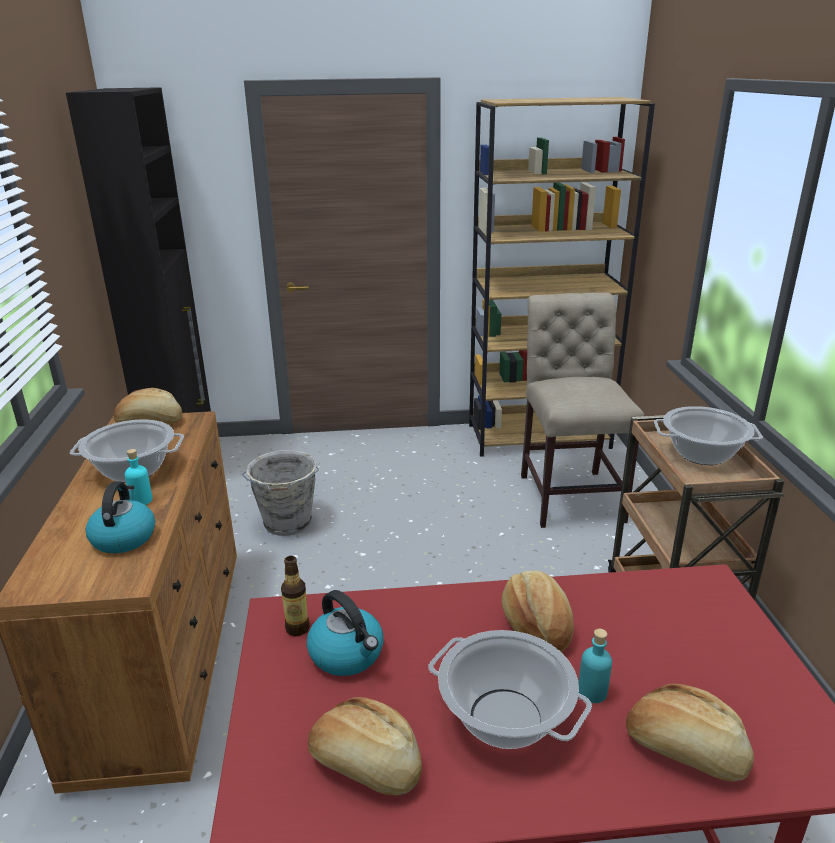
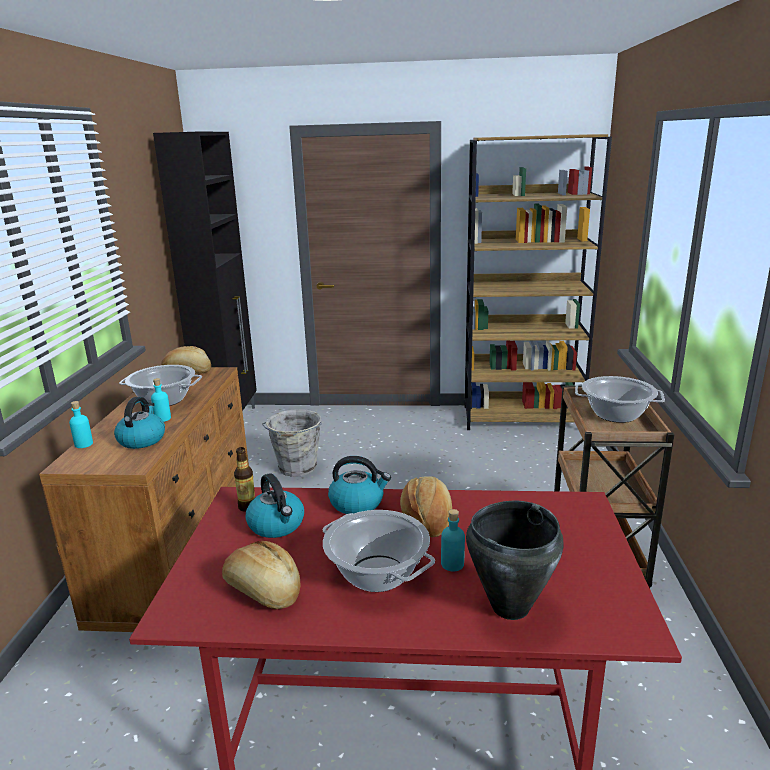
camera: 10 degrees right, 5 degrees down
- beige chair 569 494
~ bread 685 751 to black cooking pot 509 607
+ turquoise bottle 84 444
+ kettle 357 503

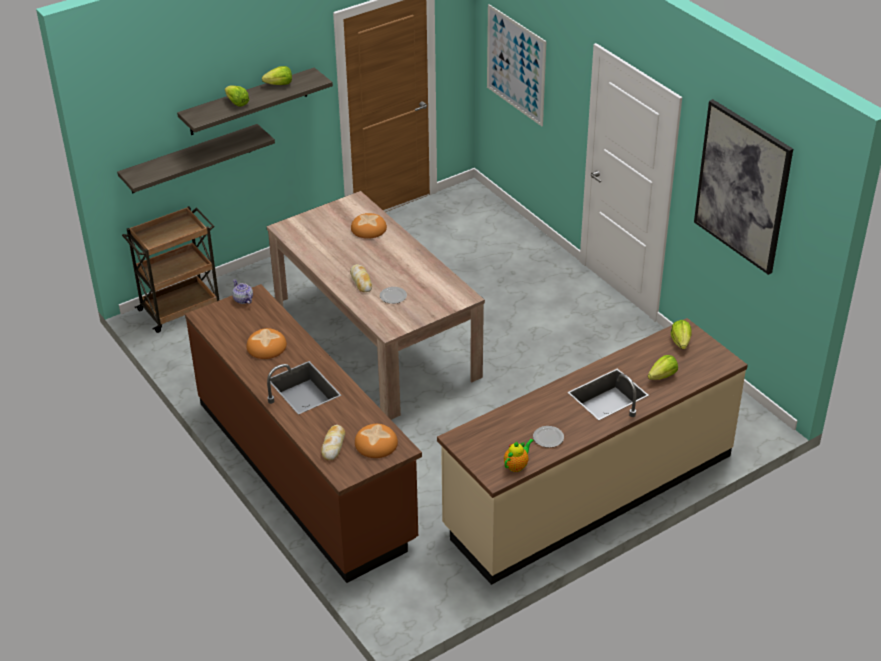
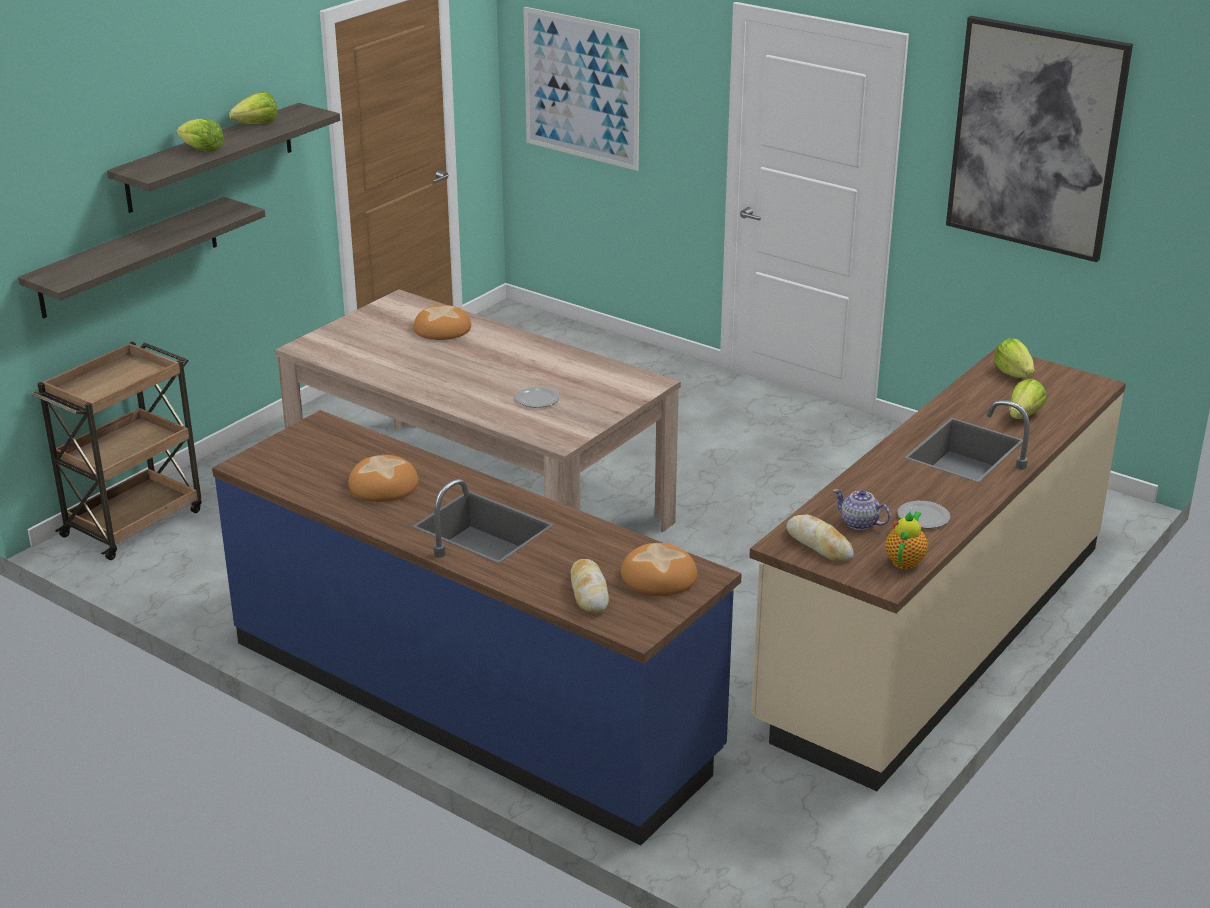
camera: 20 degrees left, 10 degrees down
~ brown counter 305 470 to blue counter 472 698
~ teapot 243 300 to 859 523
~ bread 361 281 to 819 545

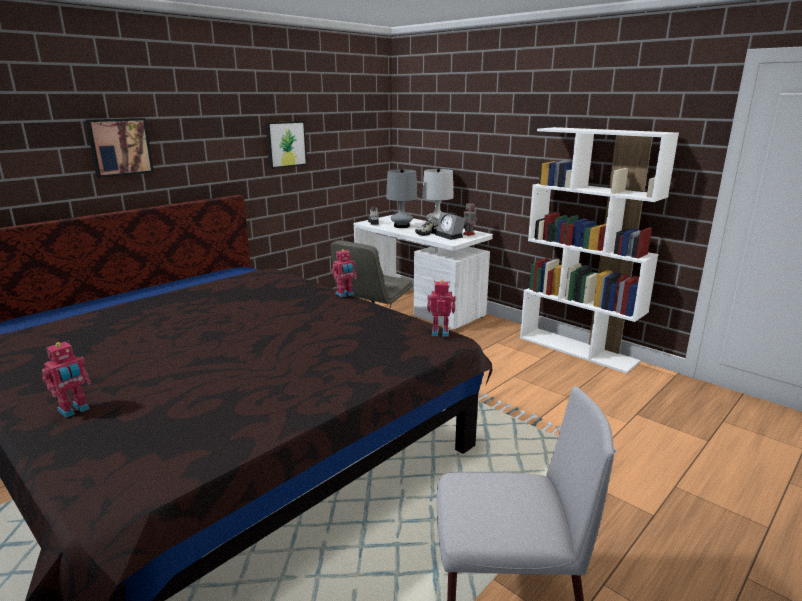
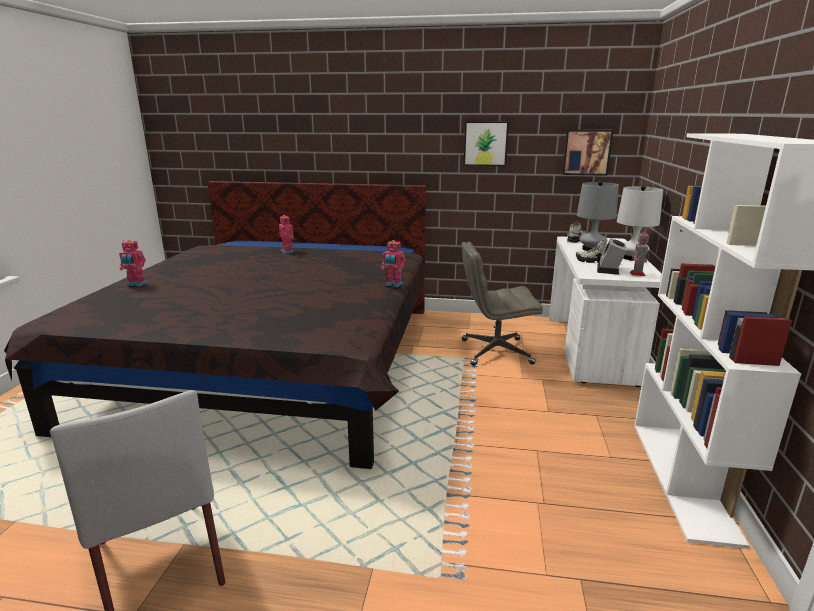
camera: 55 degrees right, 0 degrees up
~ picture 119 147 to 586 152
~ toy robot 440 332 to 288 251

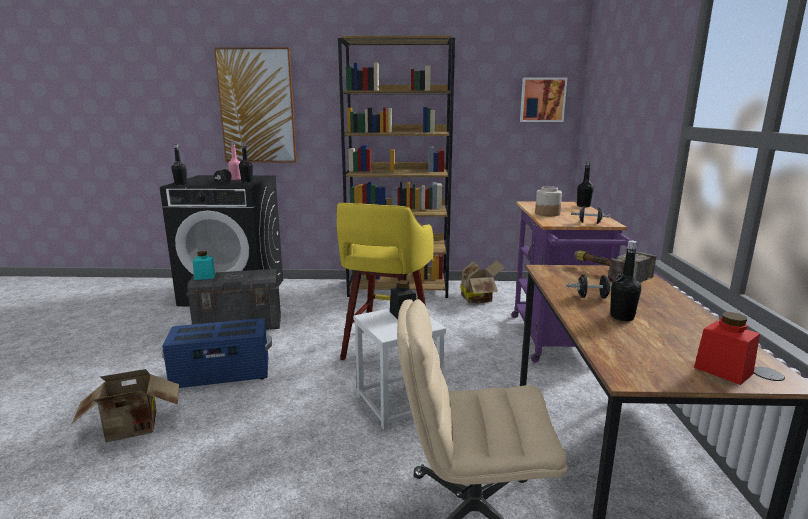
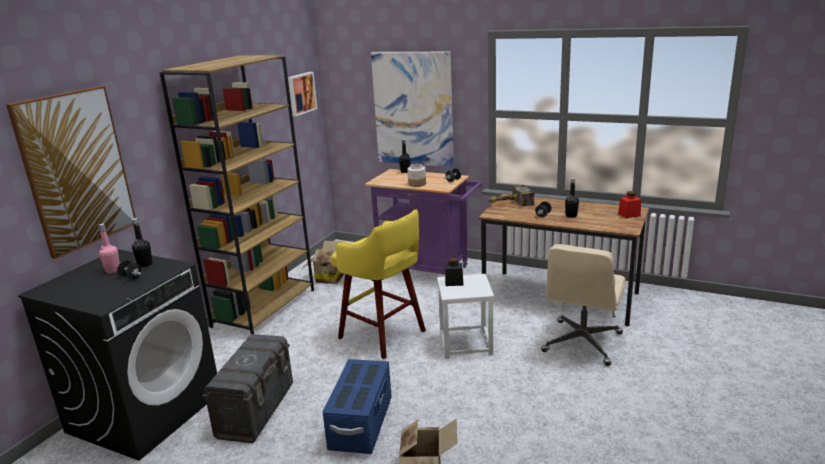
camera: 65 degrees left, 5 degrees up
- black bottle 181 184
- turquoise jar 205 277
+ picture 413 109

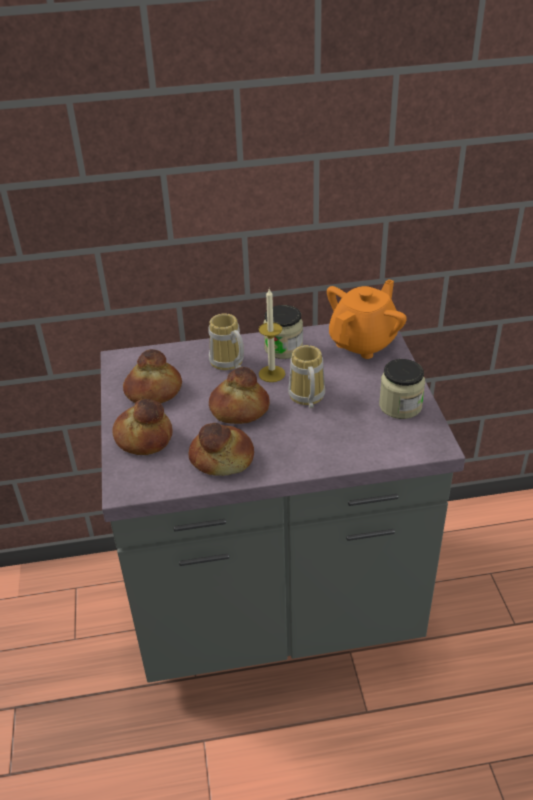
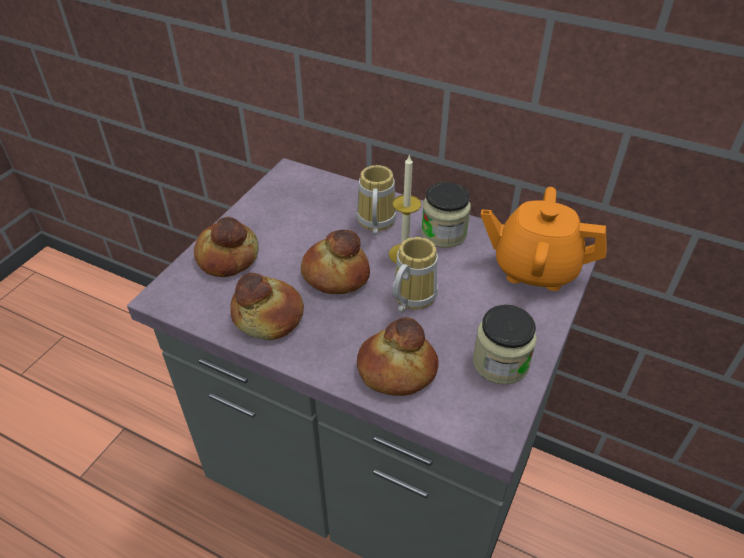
camera: 35 degrees right, 5 degrees up
~ bread 153 392 to 396 370
~ orange teapot 363 342 = 534 268 150 degrees counterclockwise

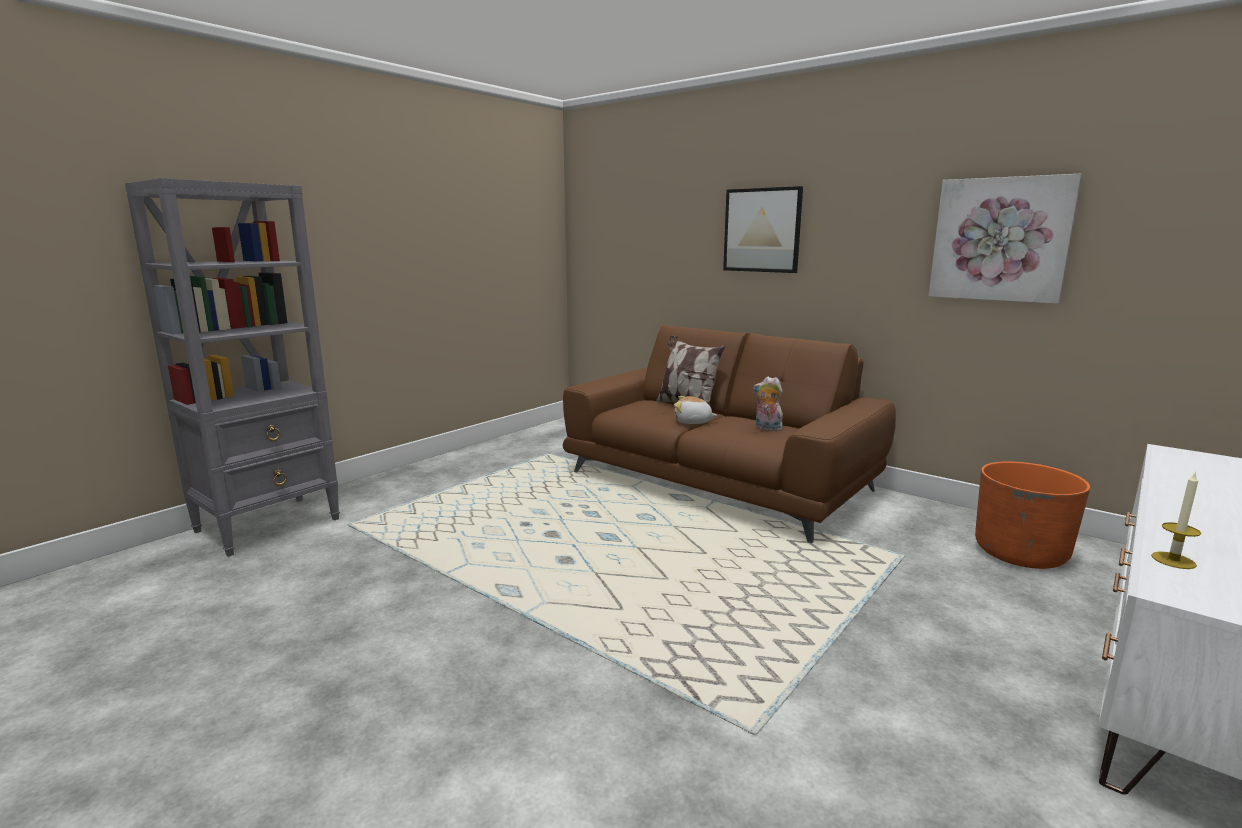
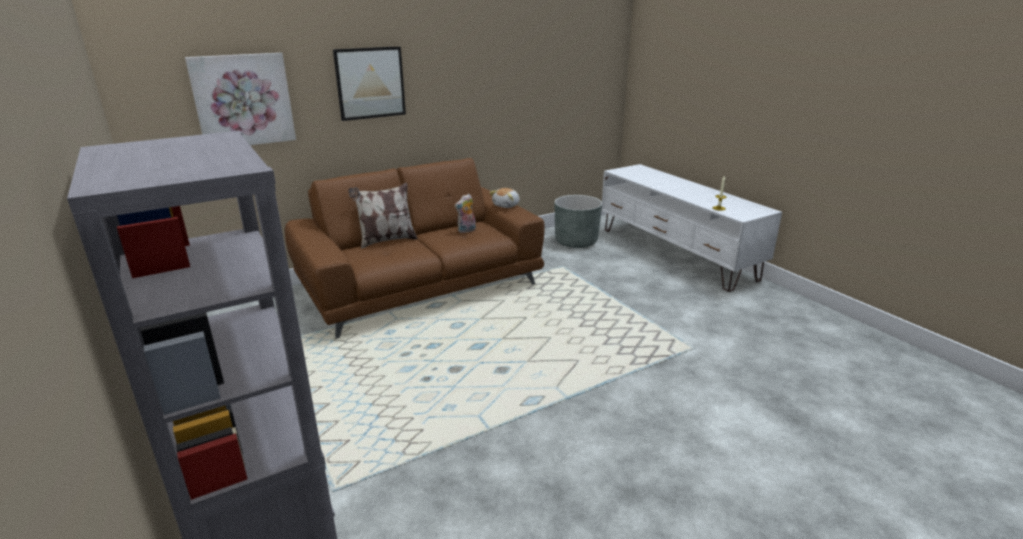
camera: 70 degrees left, 10 degrees up
~ plush toy 692 422 to 507 205
~ picture 1000 239 to 243 100
~ orange planter 1020 553 to grey planter 576 241

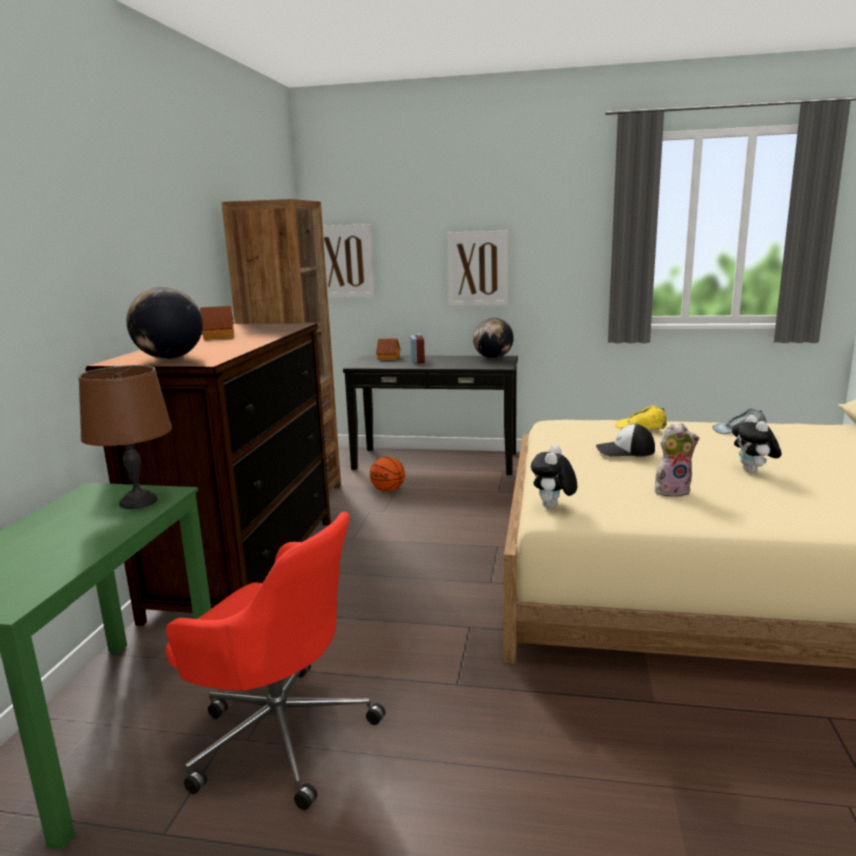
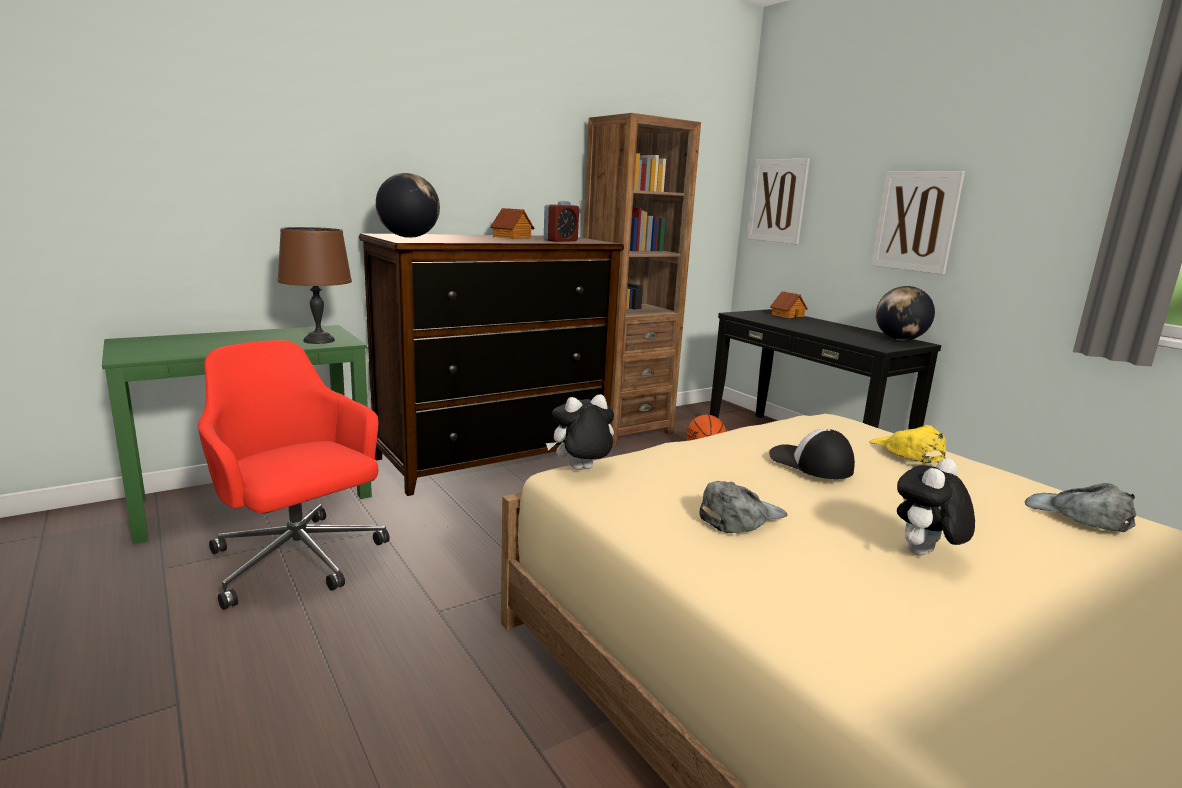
camera: 45 degrees right, 0 degrees up
~ red office chair 279 733 = 298 561 150 degrees clockwise
~ alarm clock 417 361 to 560 240
~ plush toy 672 491 to grey cap 740 516

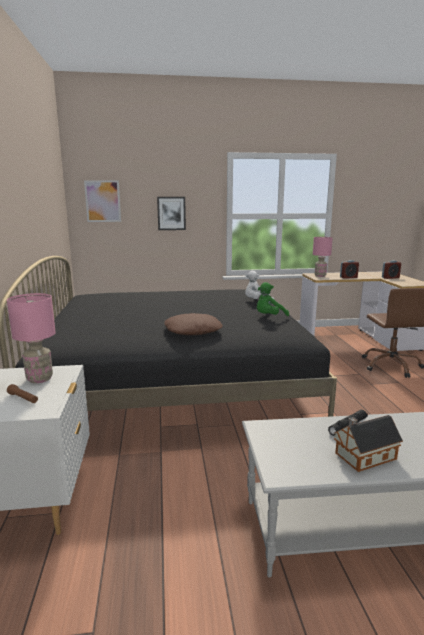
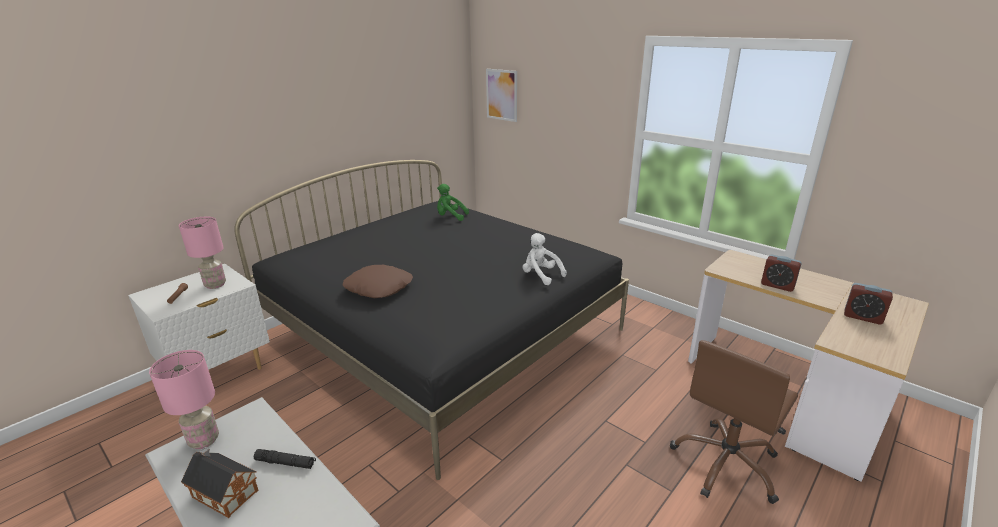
camera: 50 degrees right, 10 degrees up
- picture 171 213
~ green plush toy 269 317 to 450 217
~ pink table lamp 320 276 to 204 440

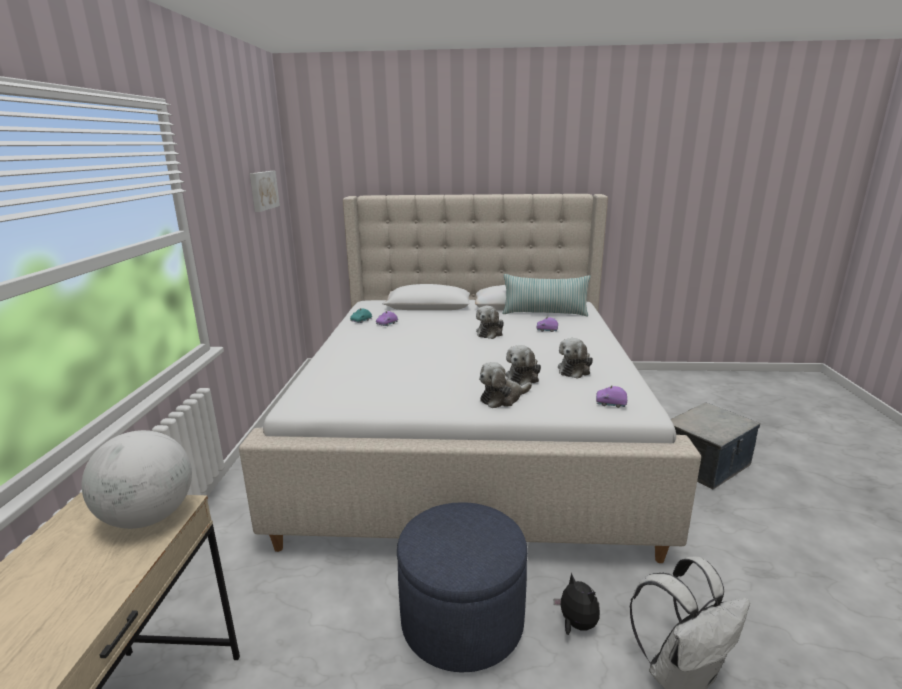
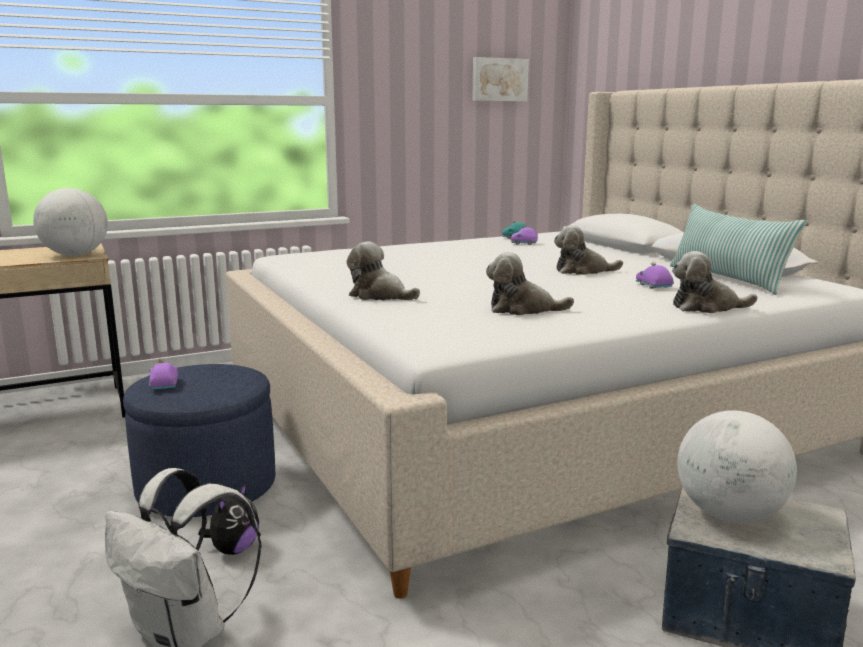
camera: 60 degrees right, 5 degrees down
~ plush toy 523 377 to 706 307
~ purple toy car 611 403 to 164 385
+ globe 729 515

